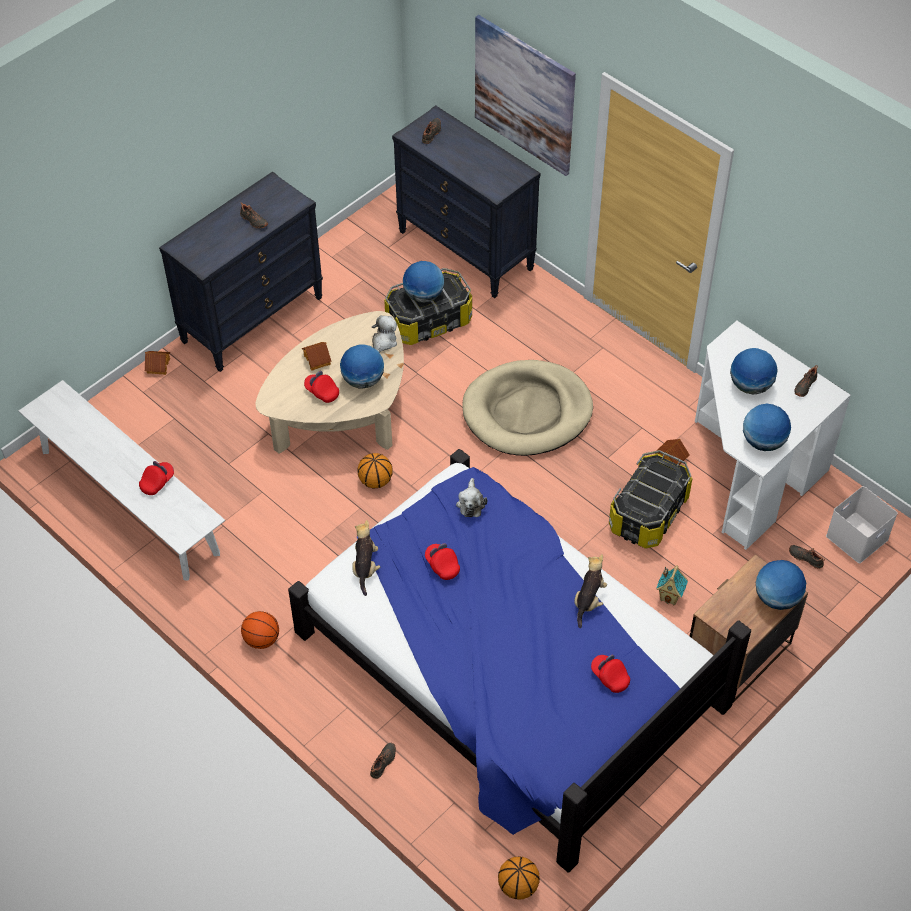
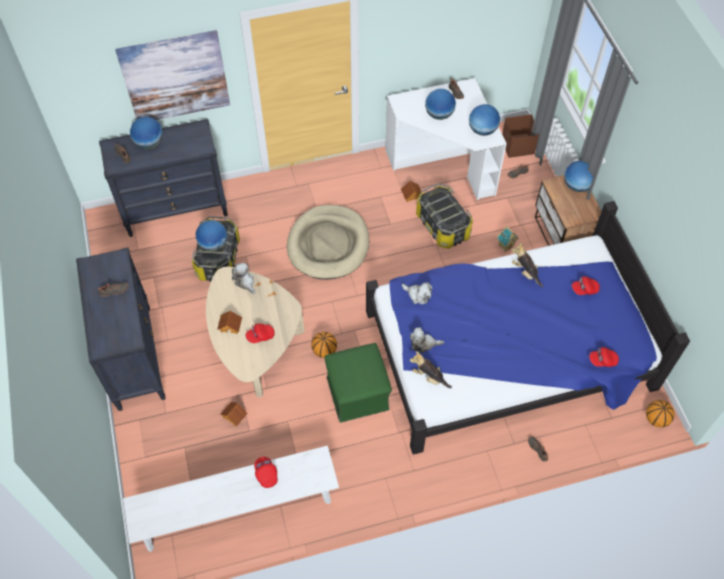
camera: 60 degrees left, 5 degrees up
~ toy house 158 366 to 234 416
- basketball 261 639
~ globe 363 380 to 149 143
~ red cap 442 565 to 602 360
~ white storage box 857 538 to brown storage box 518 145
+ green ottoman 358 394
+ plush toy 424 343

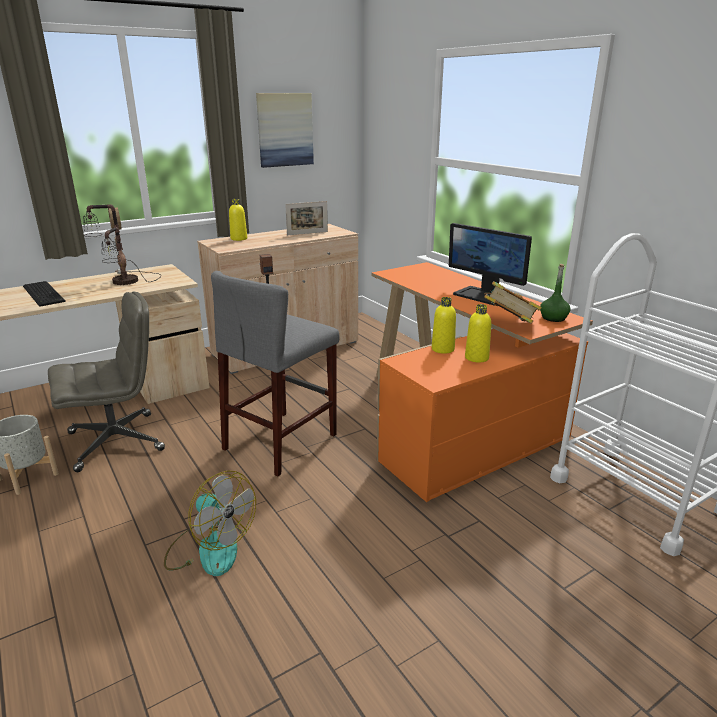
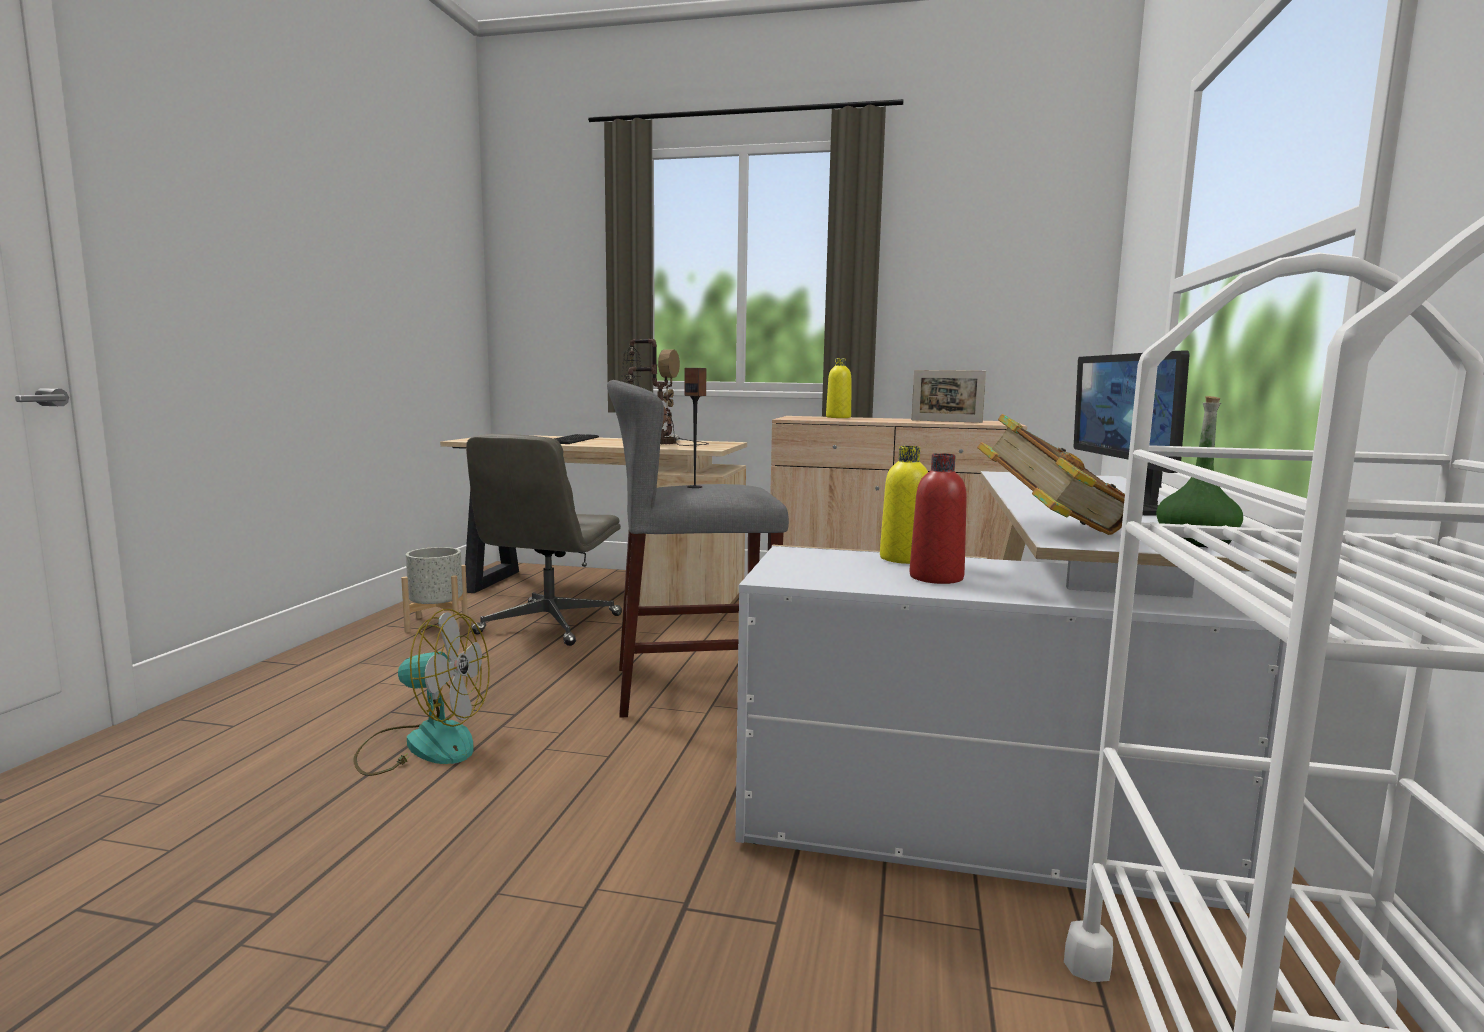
camera: 45 degrees right, 15 degrees down
~ grey office chair 117 441 = 549 625 90 degrees clockwise
~ fan 210 548 = 423 744 75 degrees counterclockwise
- picture 285 130
~ orange desk 456 418 to white desk 1018 770
~ yellow bottle 476 358 to red bottle 936 578

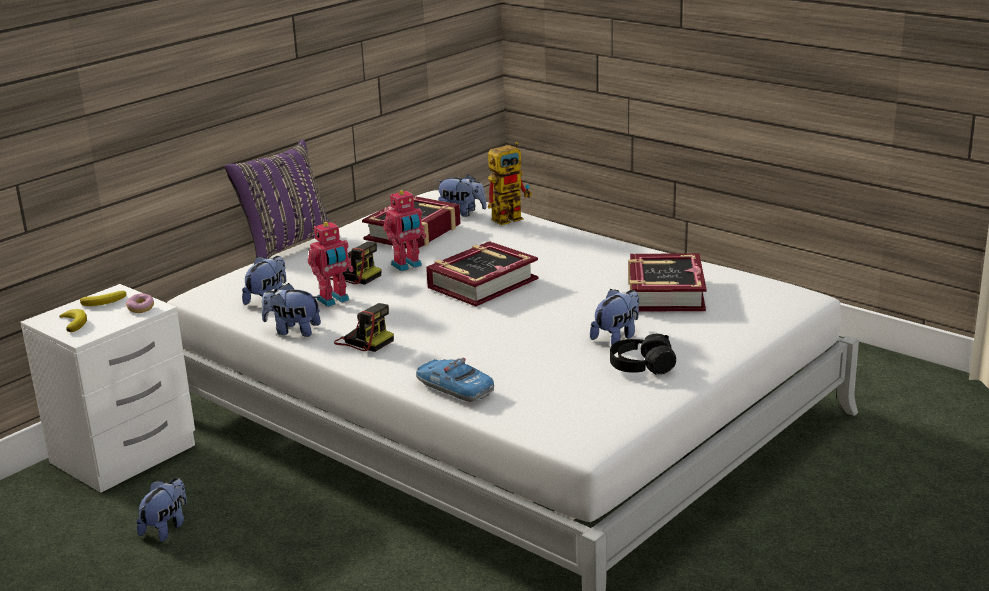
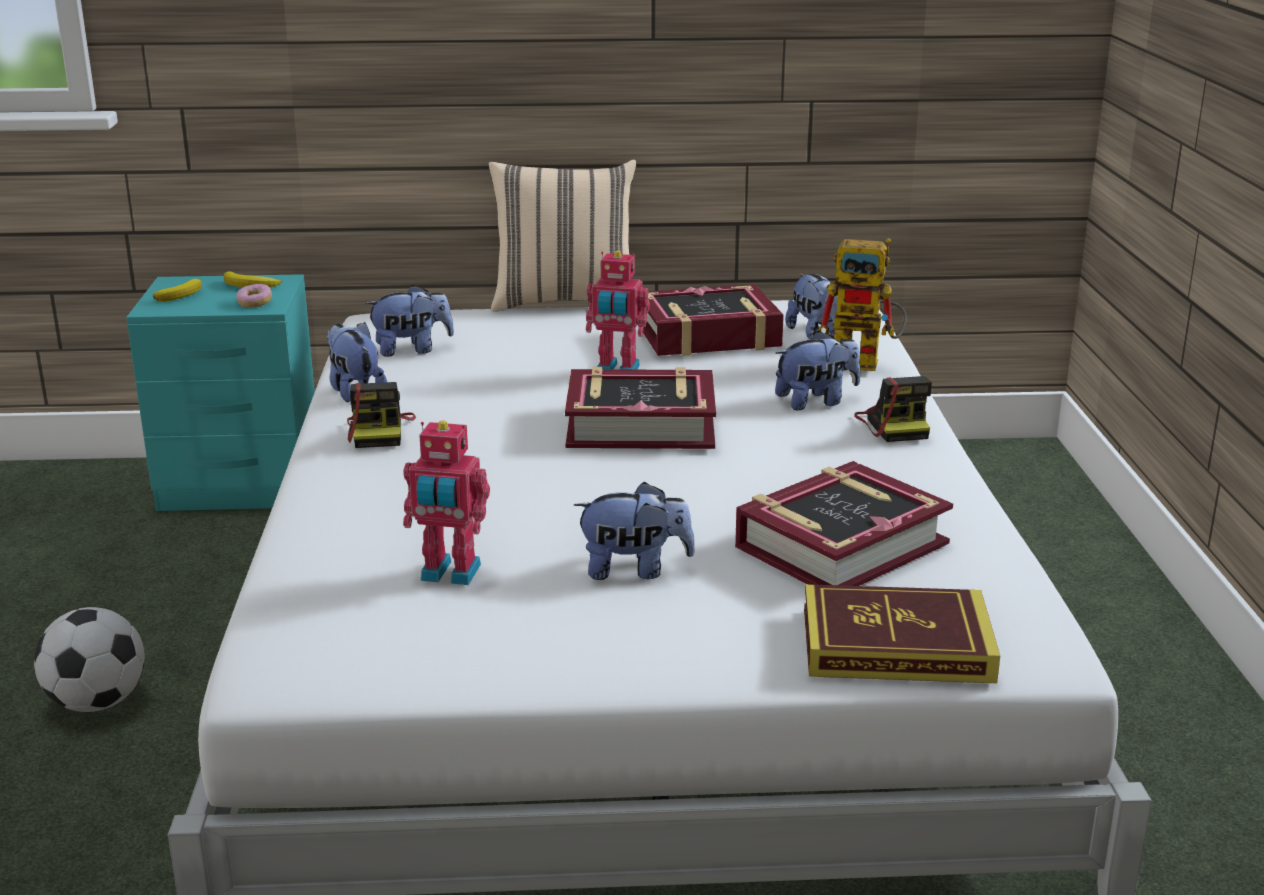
camera: 45 degrees right, 0 degrees up
~ white nightstand 127 453 to turquoise nightstand 244 485
~ plush toy 166 528 to 816 401
~ purple pillow 285 245 to beige pillow 565 302
~ toy robot 334 300 to 449 574
~ photo camera 354 276 to 894 425
- toy car 454 388
- black headphones 641 366
+ football 97 703
+ book 896 645

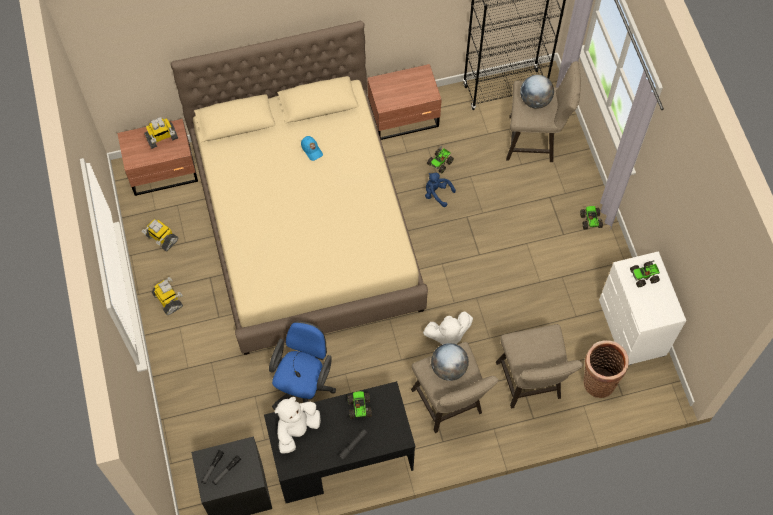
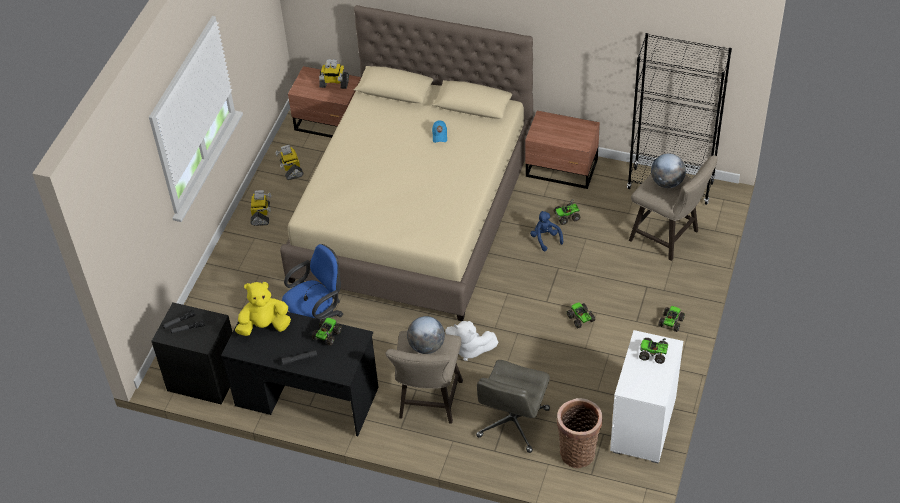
camera: 35 degrees right, 15 degrees down
~ white plush toy 297 429 to yellow plush toy 264 326
~ beige stool 530 384 to grey office chair 513 423
+ toy truck 580 319

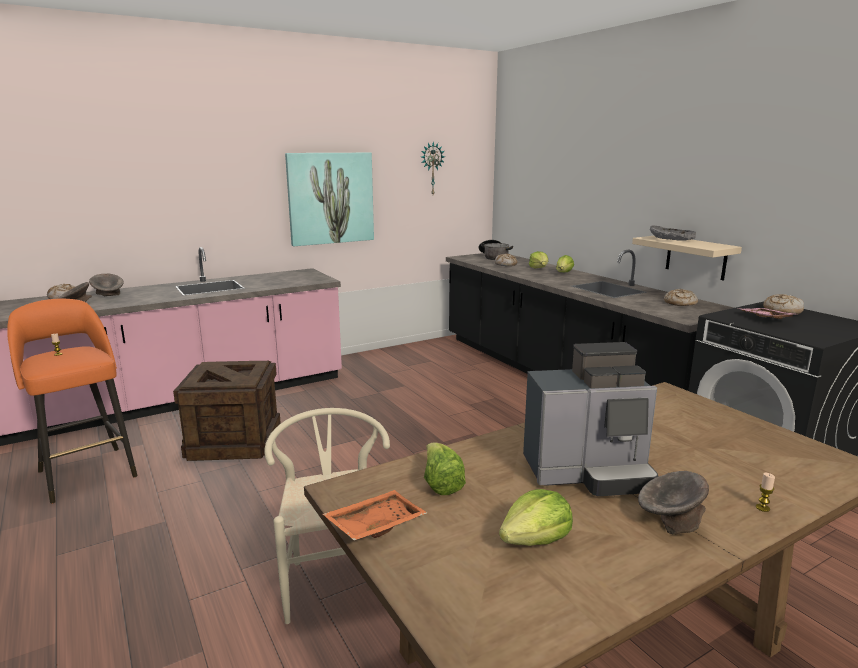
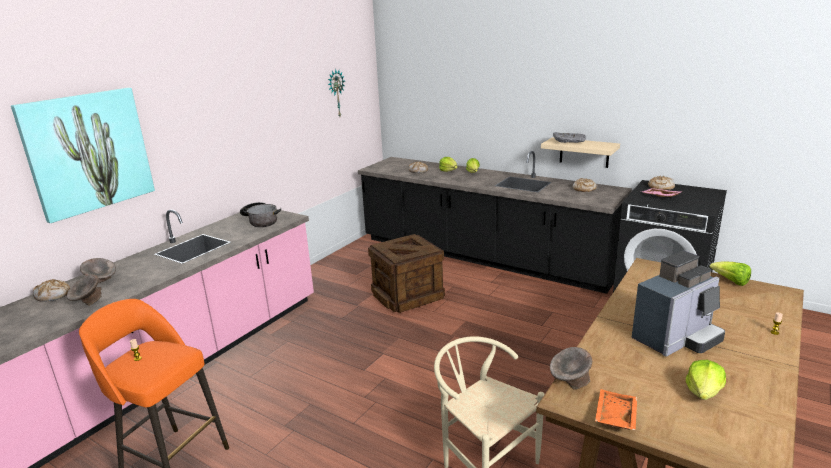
camera: 25 degrees left, 5 degrees up
~ crate 233 442 to 407 296
~ picture 330 198 to 88 152
~ lettuce 441 484 to 731 281
~ cooking pot 494 257 to 260 221
~ grey bowl 669 521 to 570 381

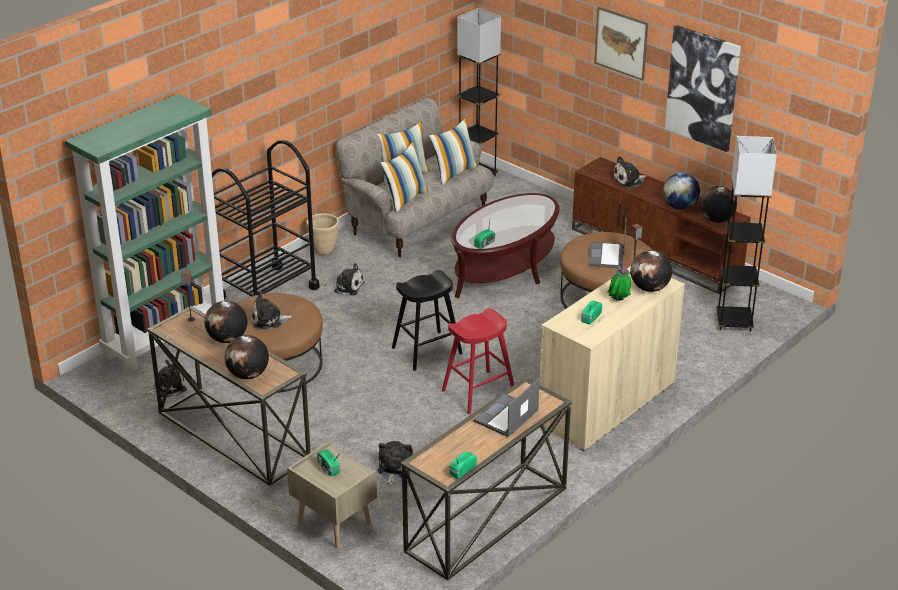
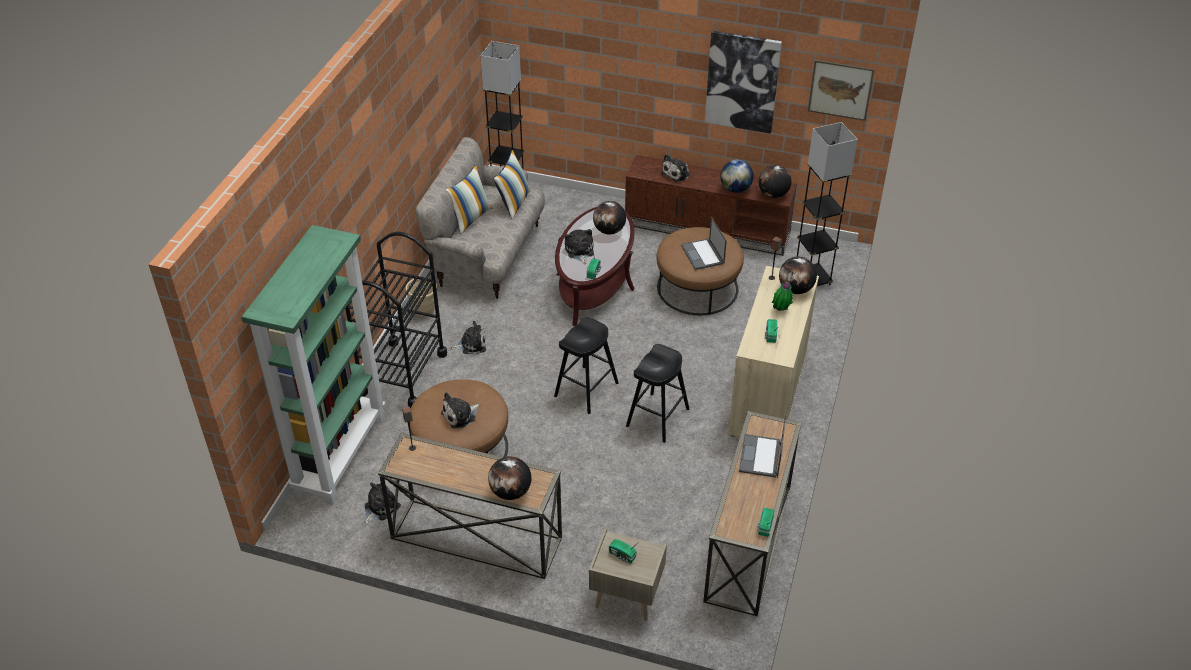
camera: 25 degrees left, 10 degrees up
~ globe 227 339 to 609 231
~ plush toy 394 468 to 579 251
- pillow 405 198
~ red stool 479 392 to black stool 657 417
~ picture 621 43 to 840 90

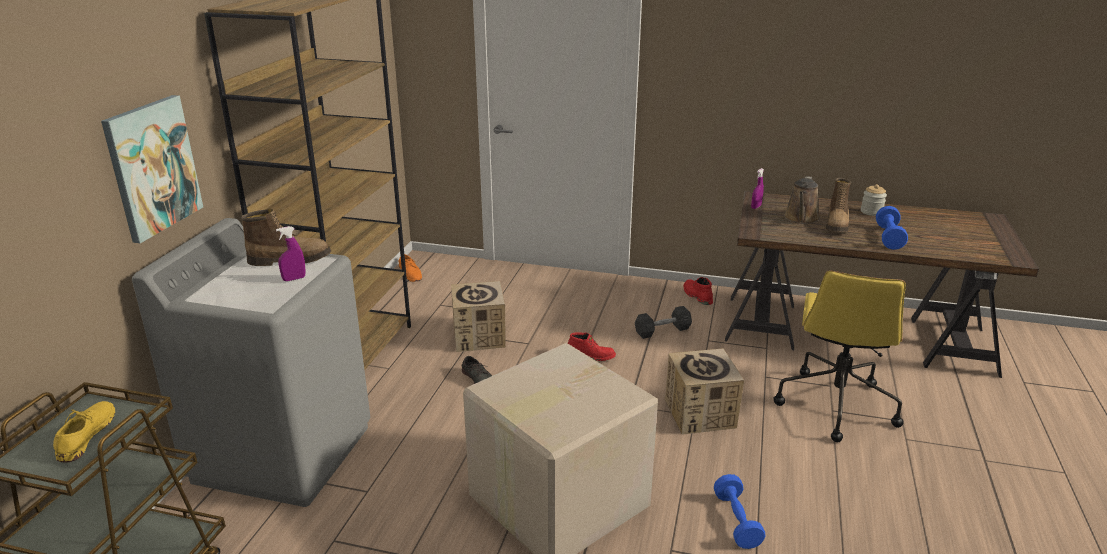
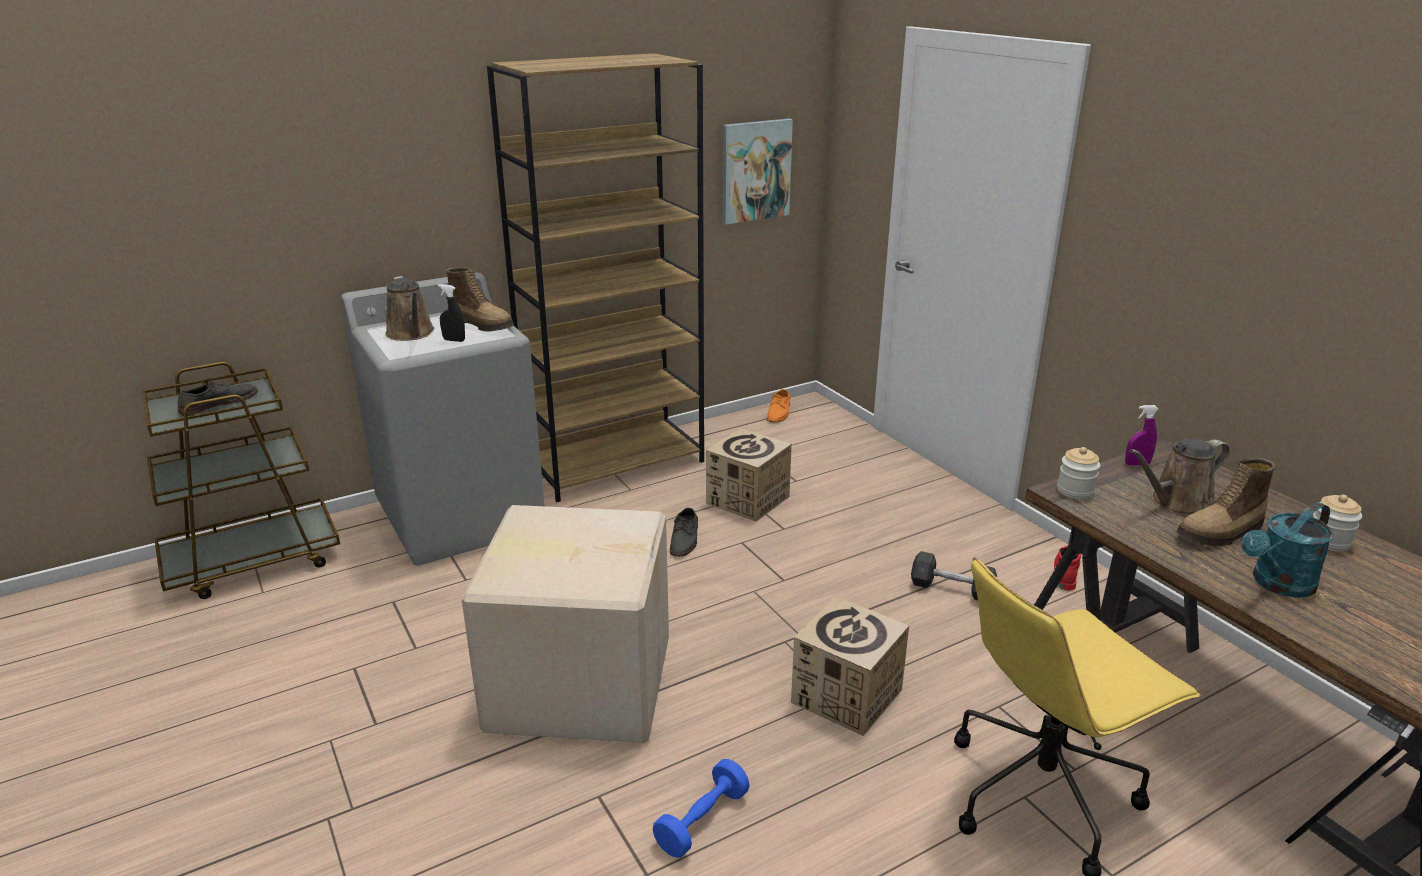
camera: 45 degrees right, 0 degrees up
~ yellow shoe 86 434 to grey shoe 219 403
~ picture 152 167 to 755 170
~ purple spray bottle 294 279 to black spray bottle 454 340
- red boot 591 356
~ blue dumbbell 889 237 to turquoise watering can 1277 584
+ brown watering can 411 334
+ jar 1075 491

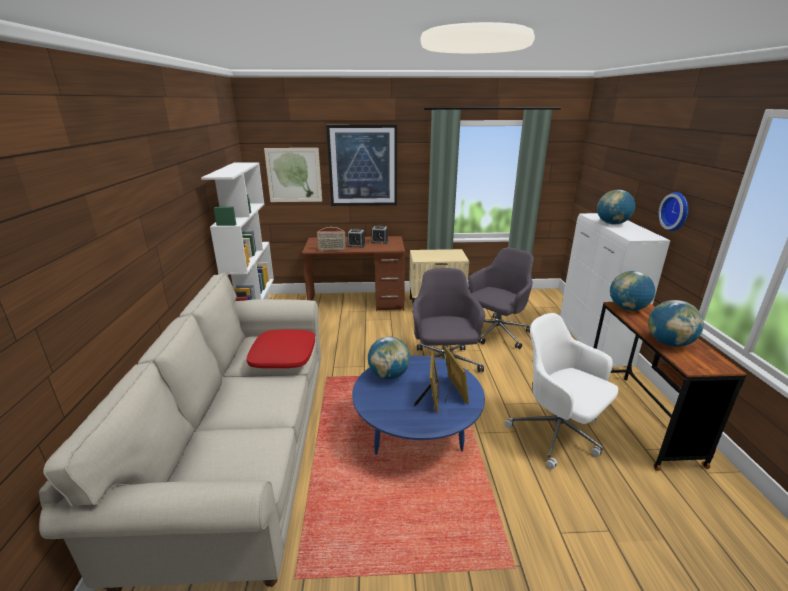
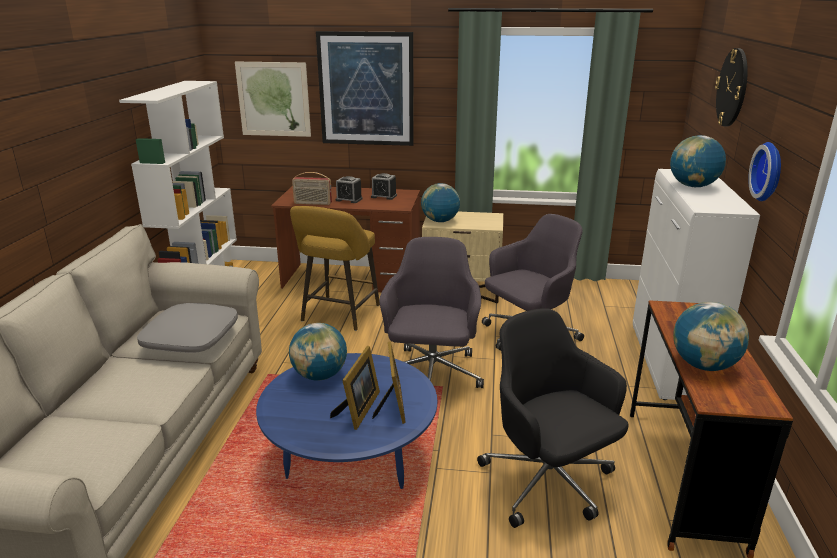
camera: 10 degrees right, 0 degrees up
~ red pillow 283 356 to grey pillow 190 338
~ white office chair 558 434 to black office chair 548 483
~ globe 627 308 to 440 221
+ yellow stool 339 315
+ wall clock 732 87

